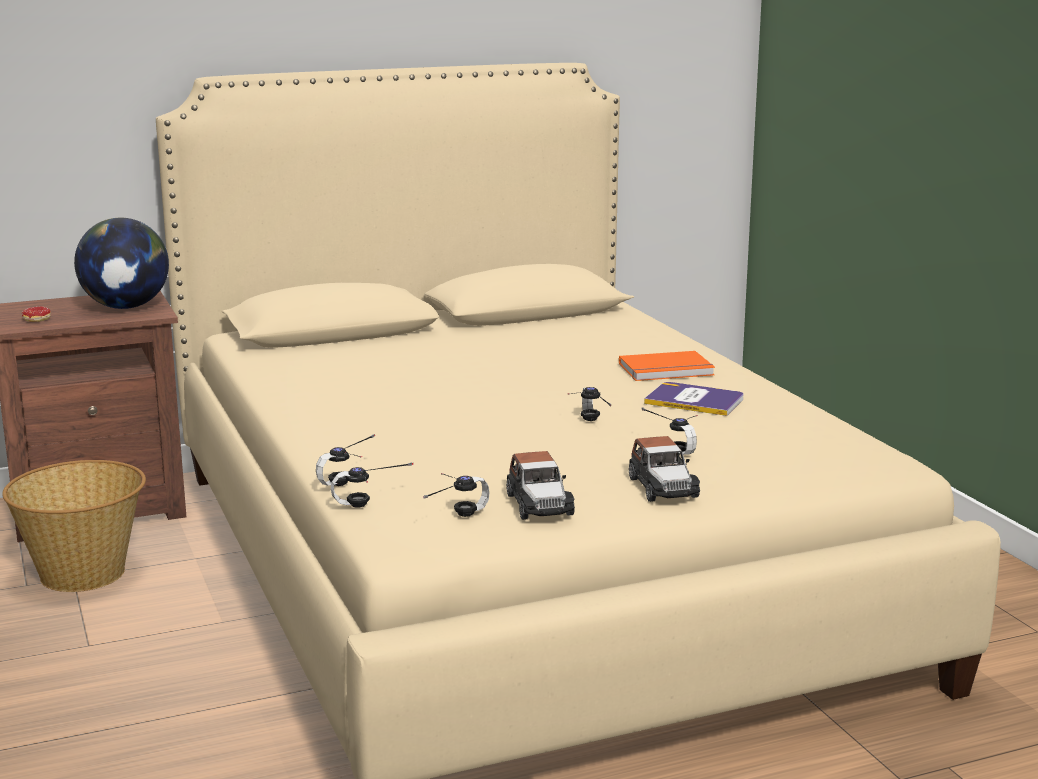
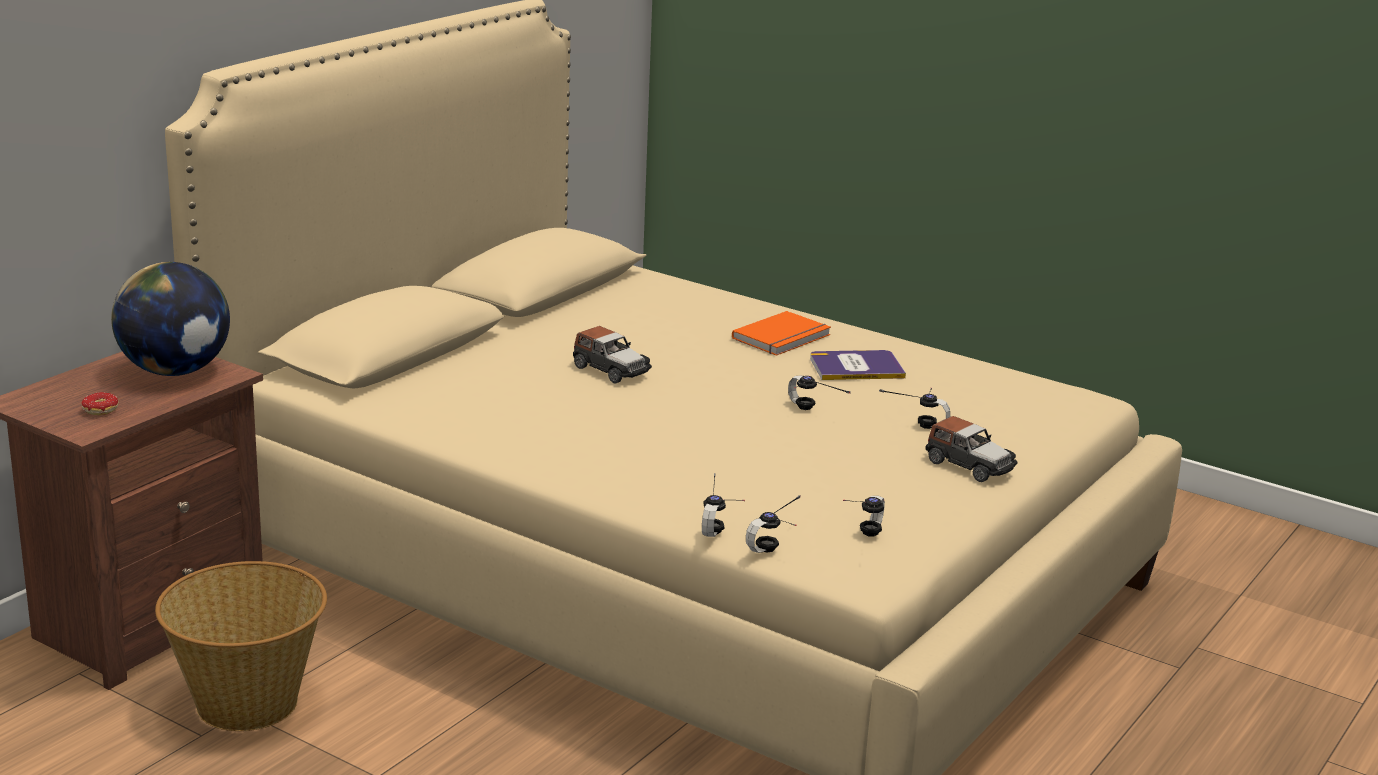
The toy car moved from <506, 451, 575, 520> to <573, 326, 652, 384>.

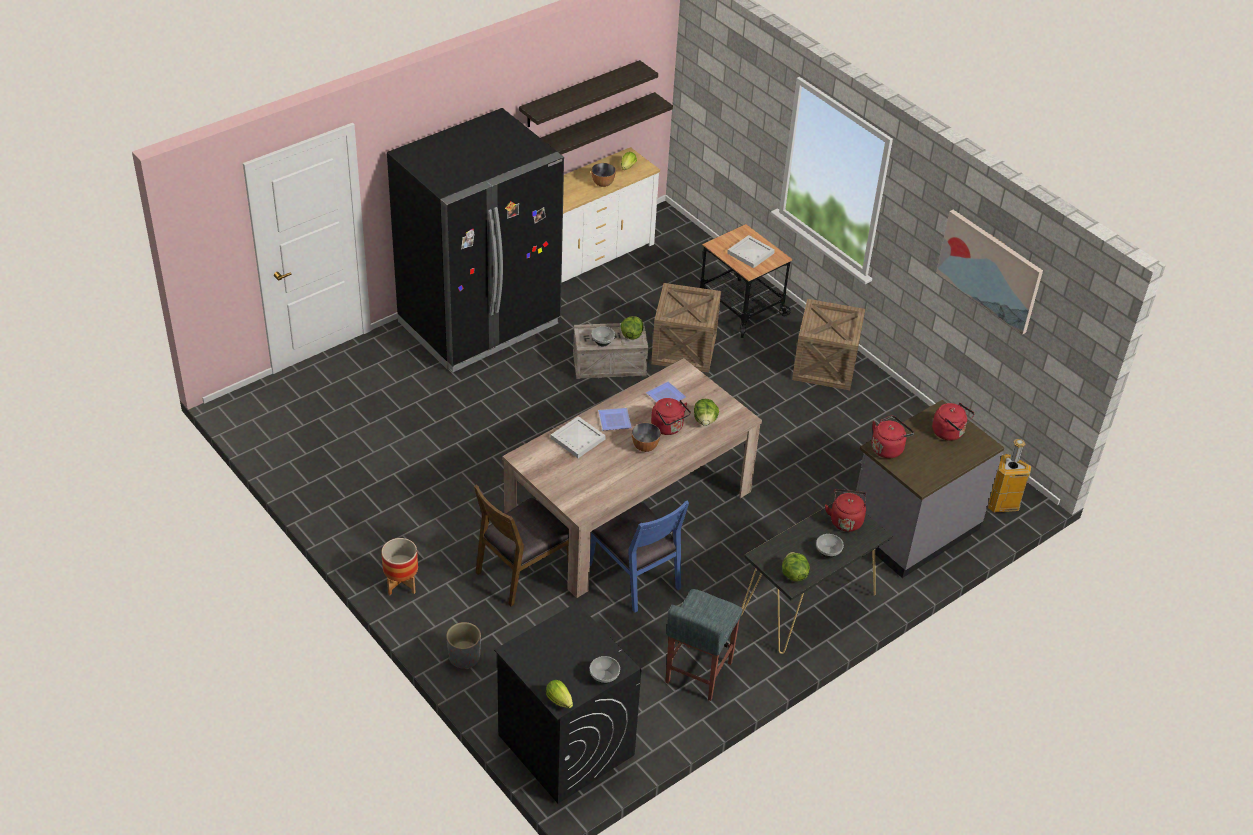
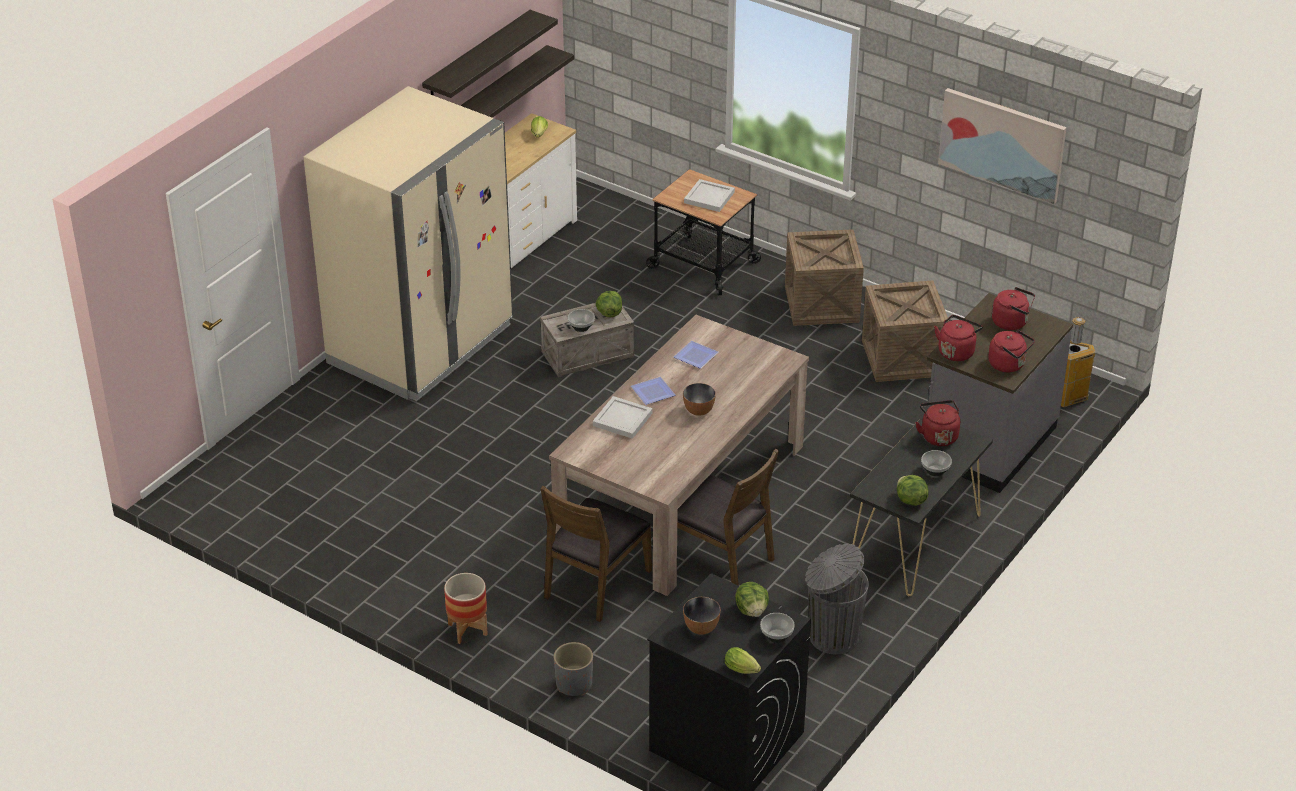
The black fridge at <387, 108, 564, 372> became the beige fridge at <303, 86, 513, 402>.
The blue chair at <590, 501, 689, 613> became the brown chair at <677, 449, 779, 586>.
The bowl moved from <591, 163, 616, 187> to <683, 597, 721, 635>.
The lettuce moved from <694, 399, 719, 426> to <735, 582, 769, 617>.
The grey stool at <666, 589, 742, 701> was replaced by the grey trash can at <805, 544, 869, 654>.
The crate moved from <651, 283, 721, 373> to <862, 280, 949, 382>.
The red kettle moved from <651, 398, 691, 435> to <988, 330, 1035, 372>.

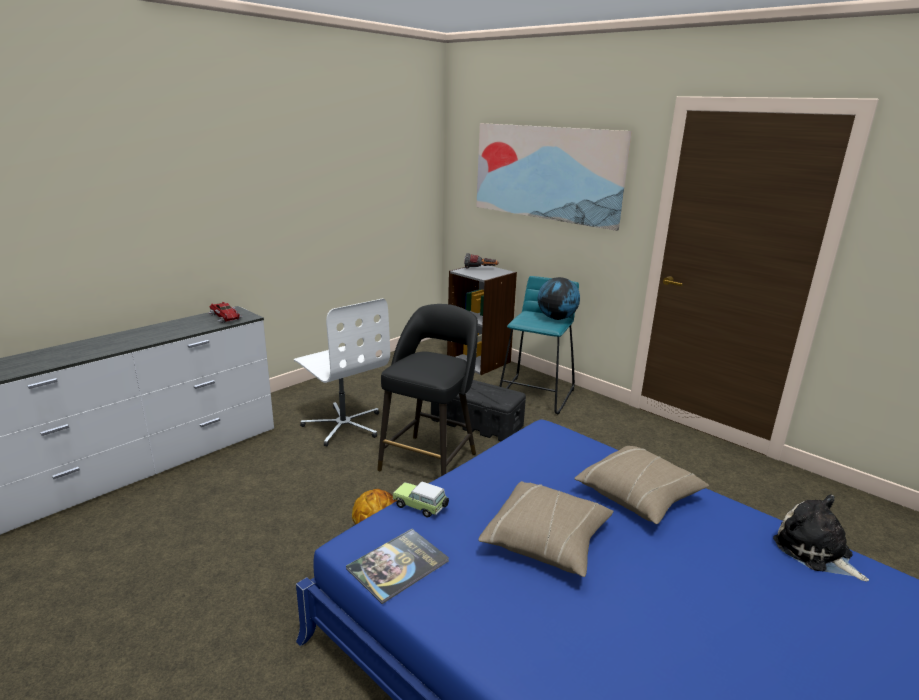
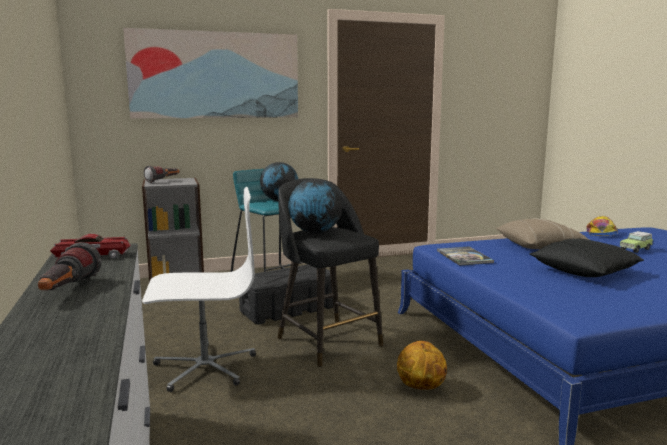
The flashlight at <38, 242, 102, 290> appeared.
The globe at <288, 179, 342, 234> appeared.
The book moved from <346, 529, 449, 604> to <437, 246, 494, 266>.
The beige pillow at <478, 481, 613, 577> became the black pillow at <530, 239, 644, 277>.
The plush toy at <773, 495, 869, 581> was replaced by the cap at <587, 216, 618, 236>.
The toy car moved from <393, 481, 449, 518> to <620, 231, 653, 253>.

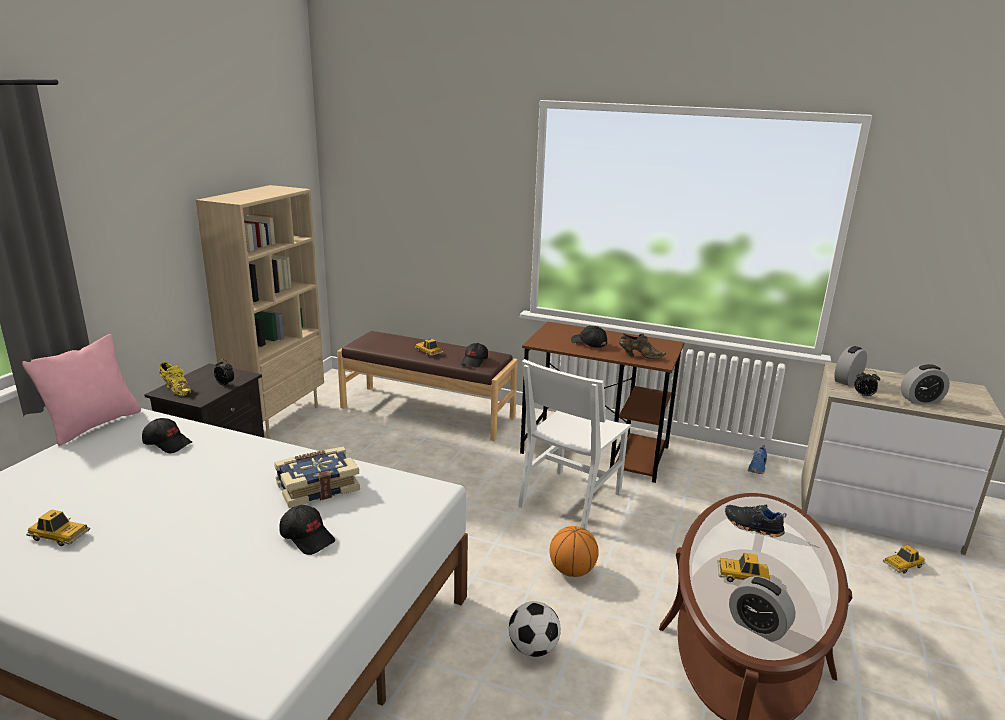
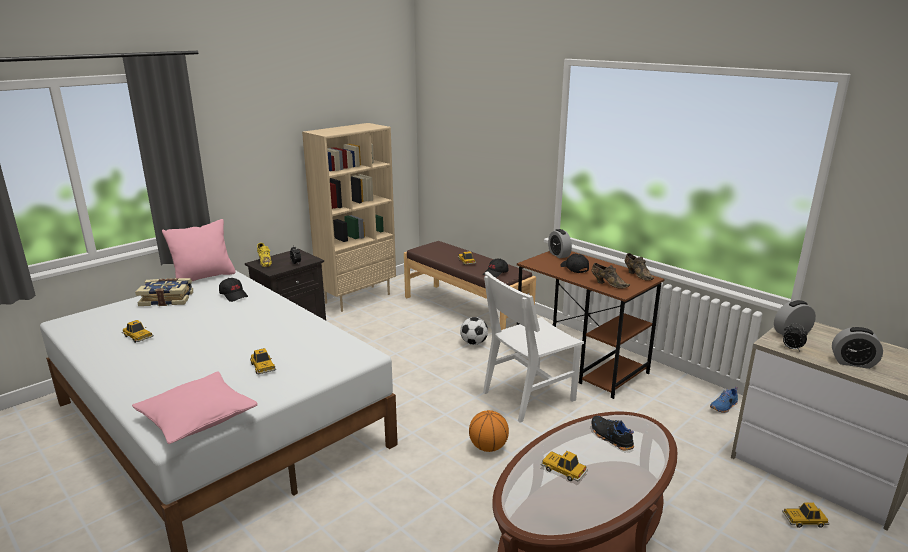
The pink pillow at <132, 371, 258, 444> appeared.
The book moved from <274, 447, 360, 508> to <135, 278, 193, 306>.
The black cap at <279, 505, 335, 555> was replaced by the toy car at <250, 348, 276, 375>.
The football moved from <509, 601, 561, 657> to <460, 317, 488, 345>.
The alarm clock moved from <729, 576, 795, 642> to <548, 229, 572, 258>.
The brown shoe at <625, 253, 654, 281> appeared.

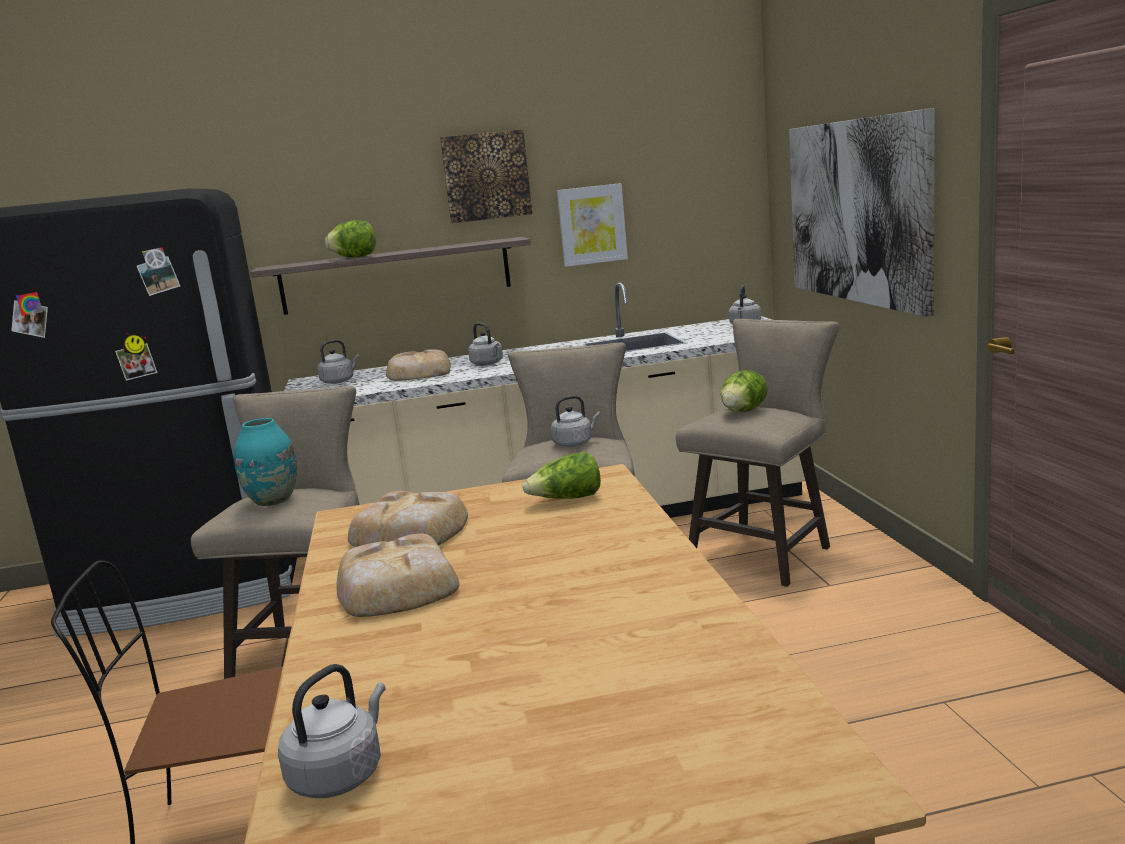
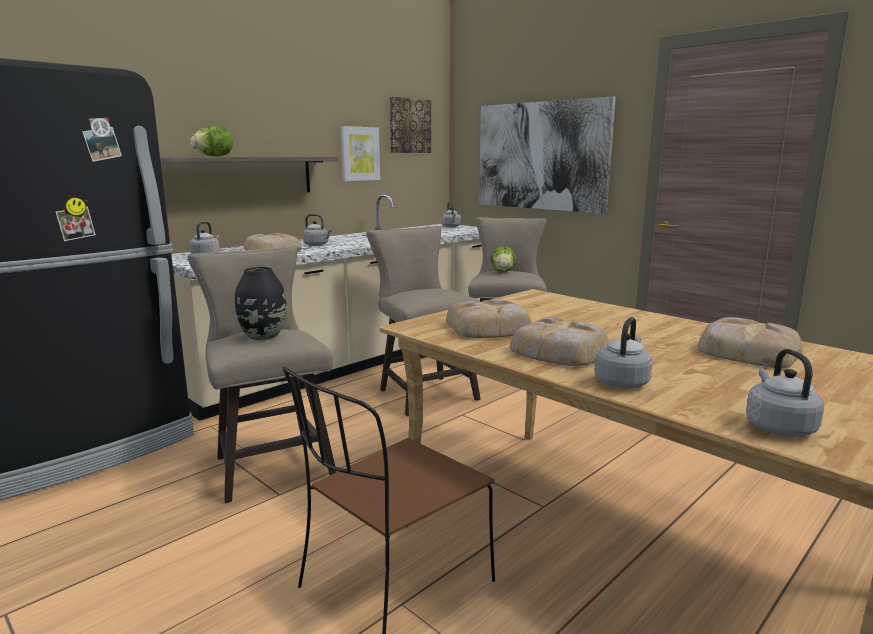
The turquoise vase at <234, 418, 297, 506> became the black vase at <235, 267, 286, 340>.
The picture moved from <440, 129, 532, 223> to <389, 97, 431, 153>.
The grey kettle moved from <551, 395, 600, 447> to <594, 317, 653, 388>.
The bread at <698, 317, 803, 368> appeared.
The lettuce at <523, 452, 601, 499> disappeared.

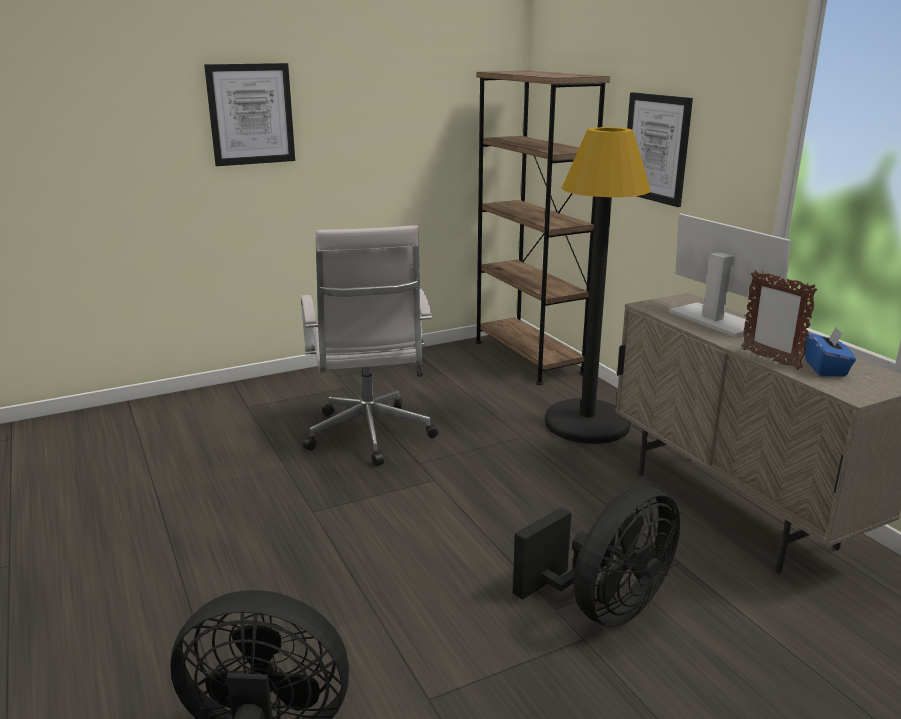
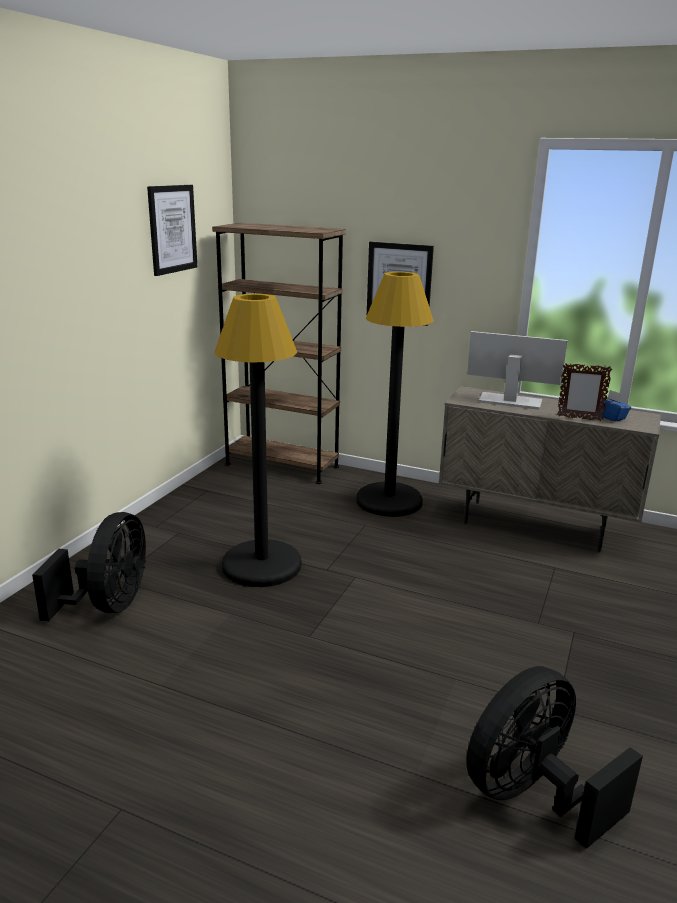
The black fan moved from <513, 486, 680, 627> to <32, 512, 146, 621>.
The picture moved from <204, 63, 295, 166> to <147, 185, 197, 276>.
The white office chair at <301, 225, 438, 466> was replaced by the black floor lamp at <214, 294, 302, 587>.

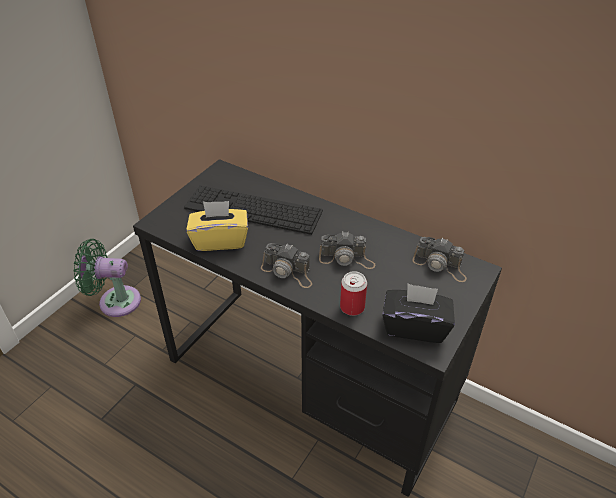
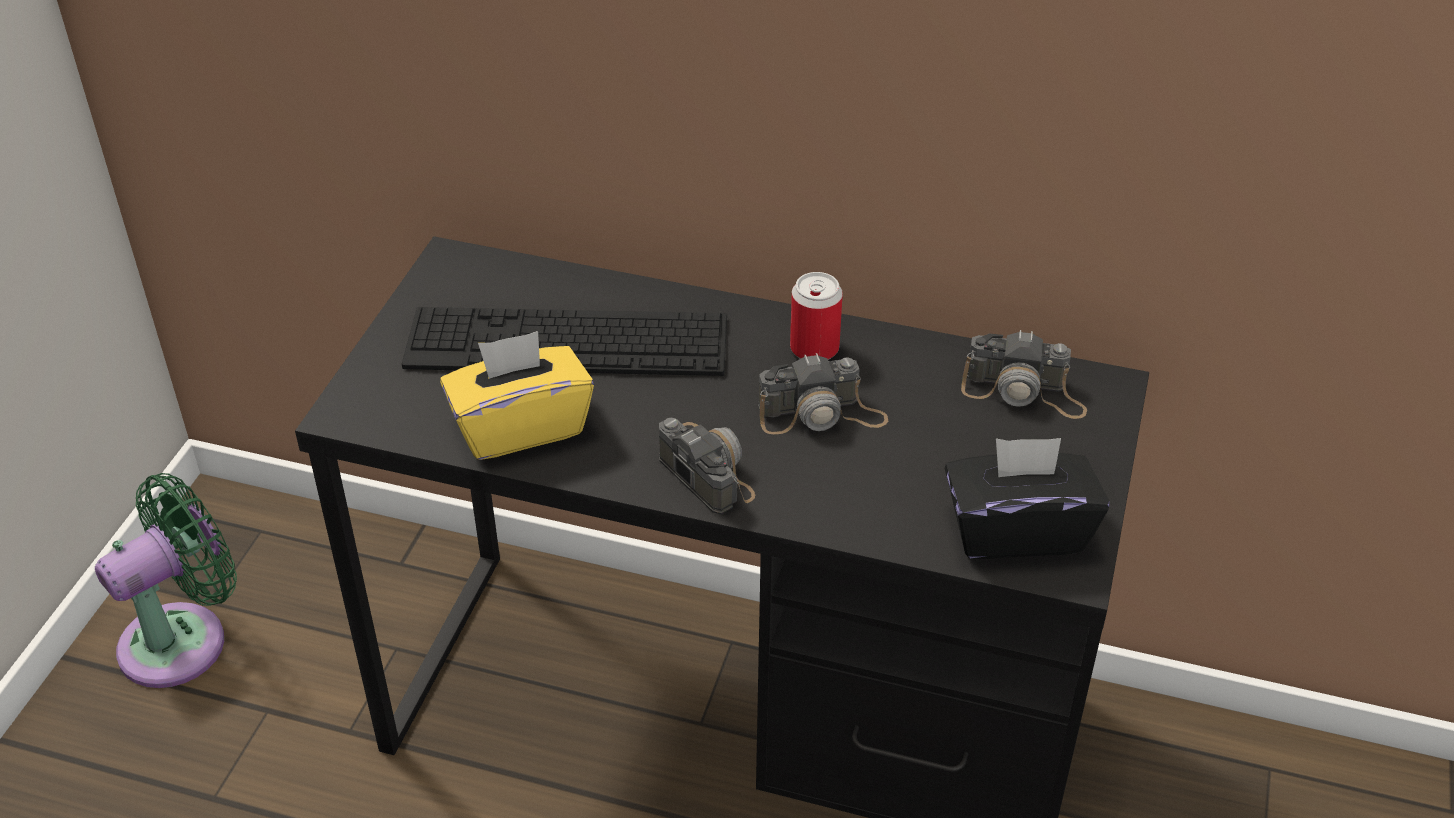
The green fan at <73, 239, 141, 317> turned 150 degrees clockwise.
The photo camera at <261, 243, 312, 288> turned 135 degrees counterclockwise.
The can moved from <340, 271, 367, 316> to <790, 272, 843, 360>.

